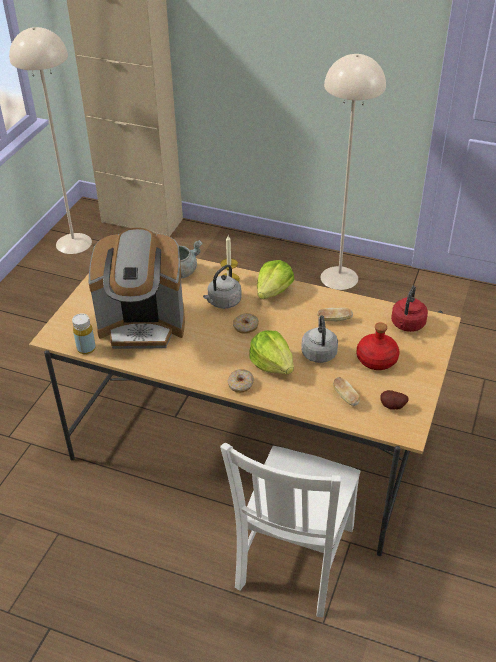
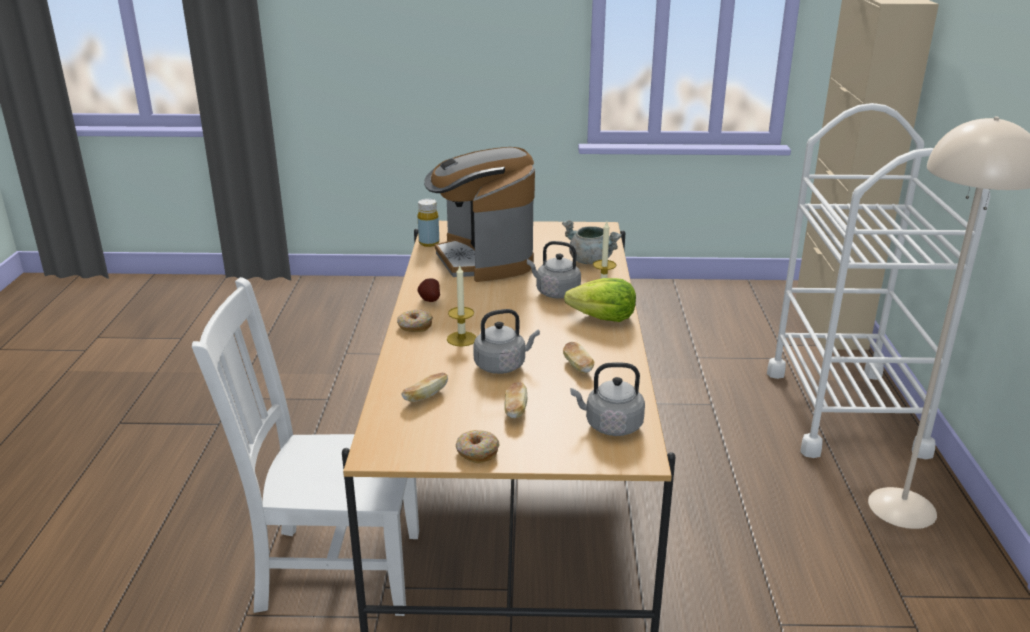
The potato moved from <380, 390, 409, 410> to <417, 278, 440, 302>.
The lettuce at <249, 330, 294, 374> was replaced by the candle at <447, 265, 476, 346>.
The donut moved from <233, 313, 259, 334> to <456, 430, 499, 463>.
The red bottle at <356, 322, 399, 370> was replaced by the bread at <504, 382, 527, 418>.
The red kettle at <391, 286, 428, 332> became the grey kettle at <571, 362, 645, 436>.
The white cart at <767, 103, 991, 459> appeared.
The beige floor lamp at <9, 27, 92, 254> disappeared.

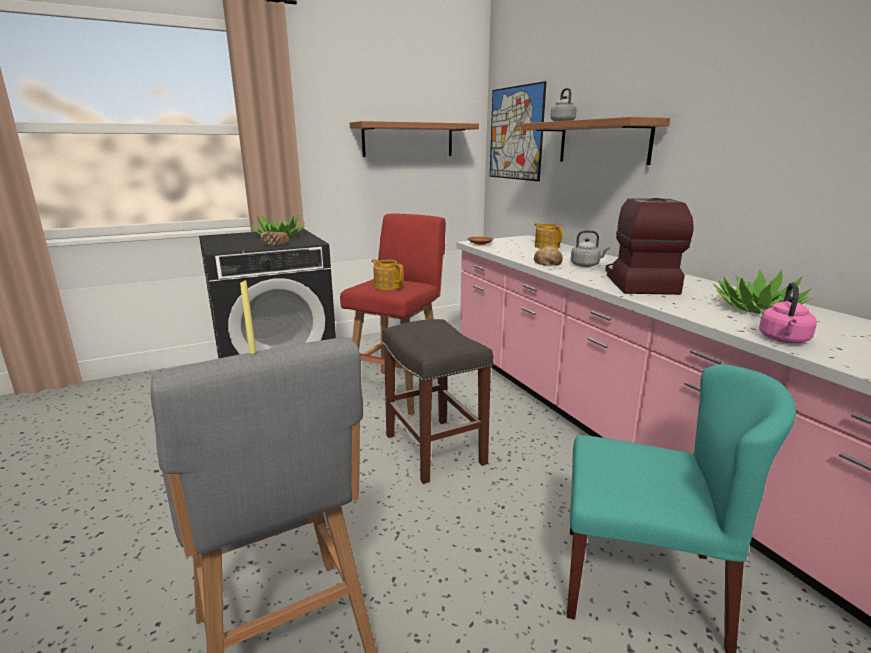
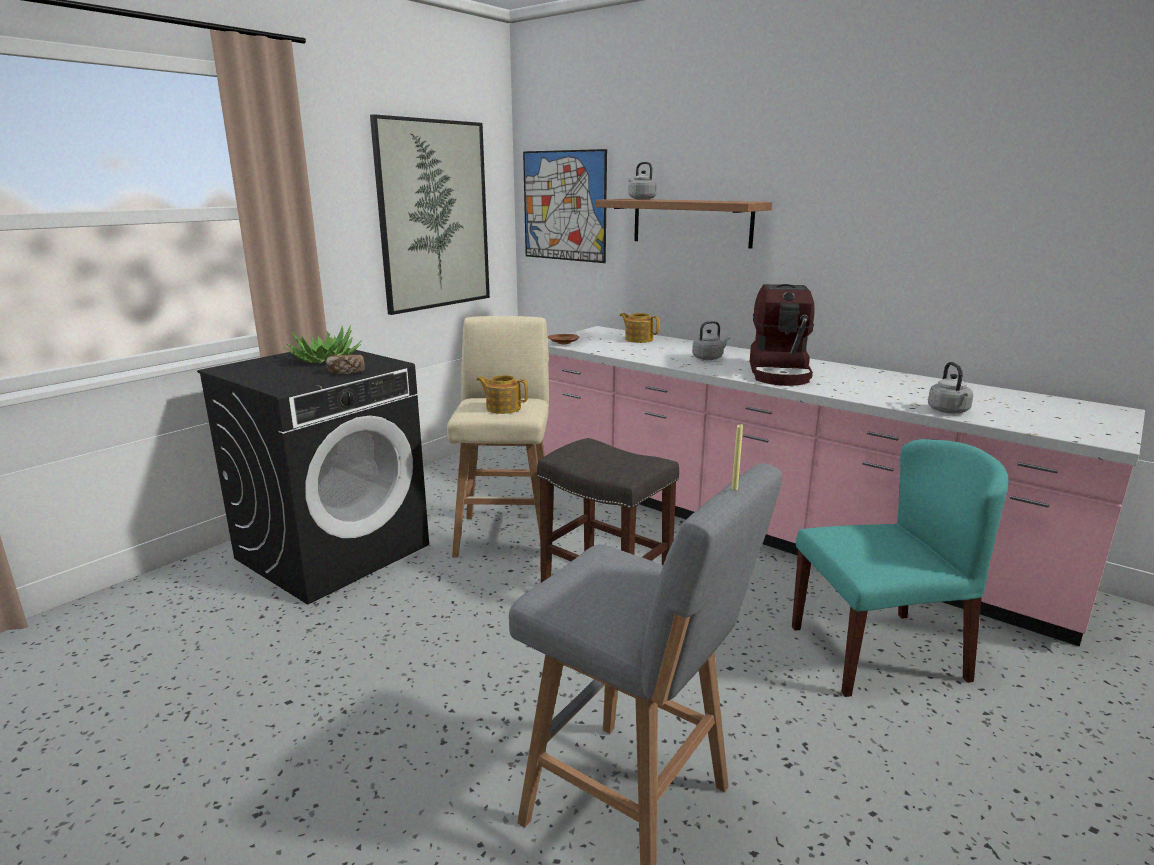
The shelf at <350, 121, 479, 157> was replaced by the picture at <370, 114, 490, 315>.
The red stool at <340, 214, 446, 415> became the beige stool at <447, 316, 554, 558>.
The coffee machine at <605, 198, 693, 295> turned 150 degrees counterclockwise.
The pink kettle at <759, 283, 817, 343> became the grey kettle at <928, 362, 973, 414>.
The bread at <534, 246, 563, 266> disappeared.
The potted plant at <713, 270, 814, 314> disappeared.

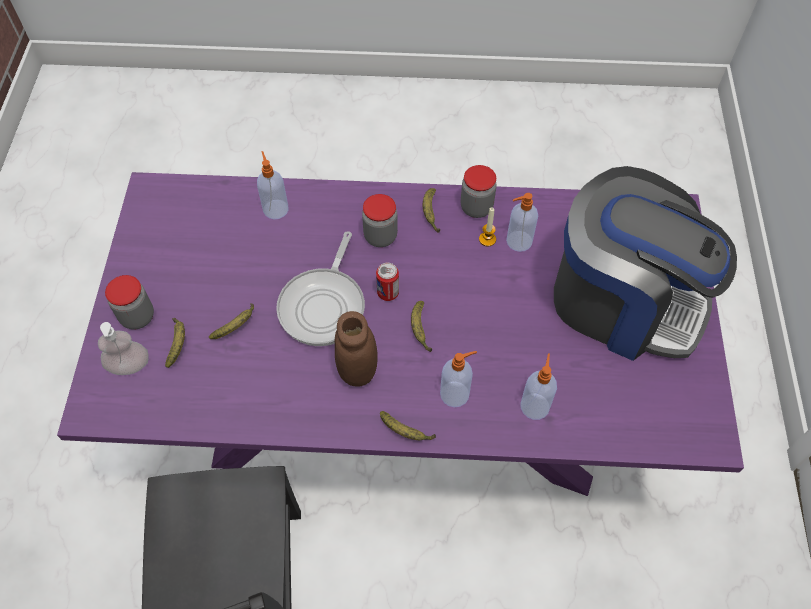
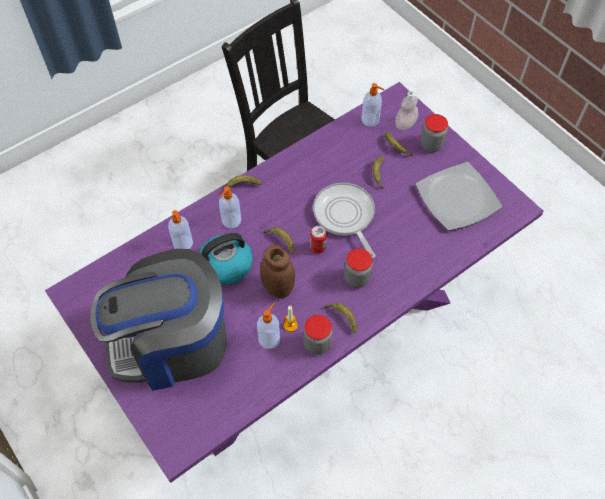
The kettle at <199, 233, 253, 285> appeared.
The brown jar moved from <335, 311, 378, 387> to <260, 245, 295, 299>.
The soap dispenser moved from <257, 151, 289, 219> to <361, 83, 384, 127>.
The plate at <416, 162, 502, 231> appeared.

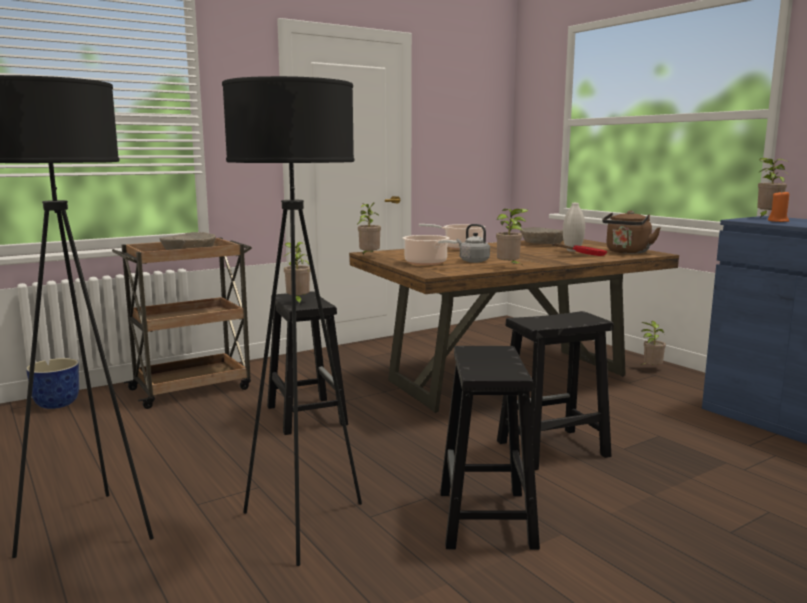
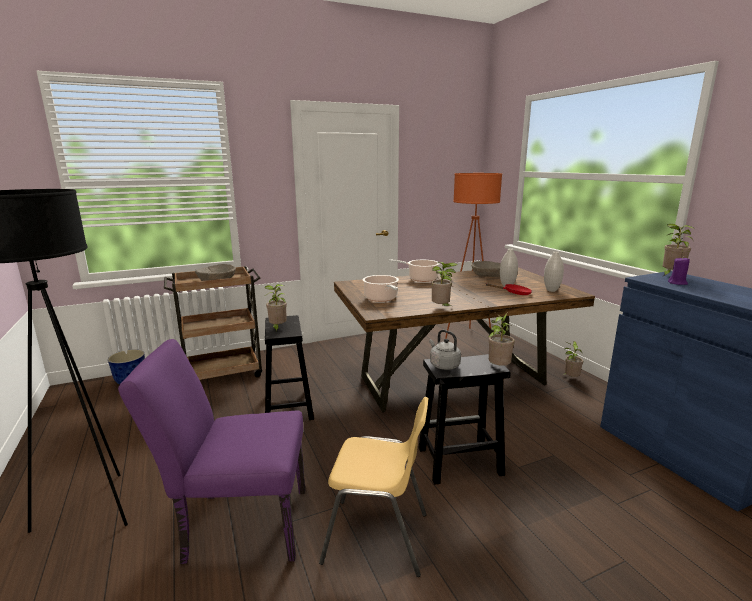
The black floor lamp at <222, 76, 362, 566> was replaced by the purple chair at <118, 339, 305, 564>.
The black stool at <440, 346, 540, 550> was replaced by the yellow chair at <319, 397, 428, 577>.
The grey kettle moved from <456, 224, 490, 263> to <429, 330, 461, 370>.
The orange floor lamp at <445, 173, 502, 339> appeared.
The potted plant moved from <357, 202, 381, 255> to <488, 313, 515, 365>.
The brown kettle at <602, 211, 661, 254> was replaced by the white vase at <544, 251, 564, 292>.
The orange candle at <768, 191, 789, 222> became the purple candle at <668, 257, 690, 285>.

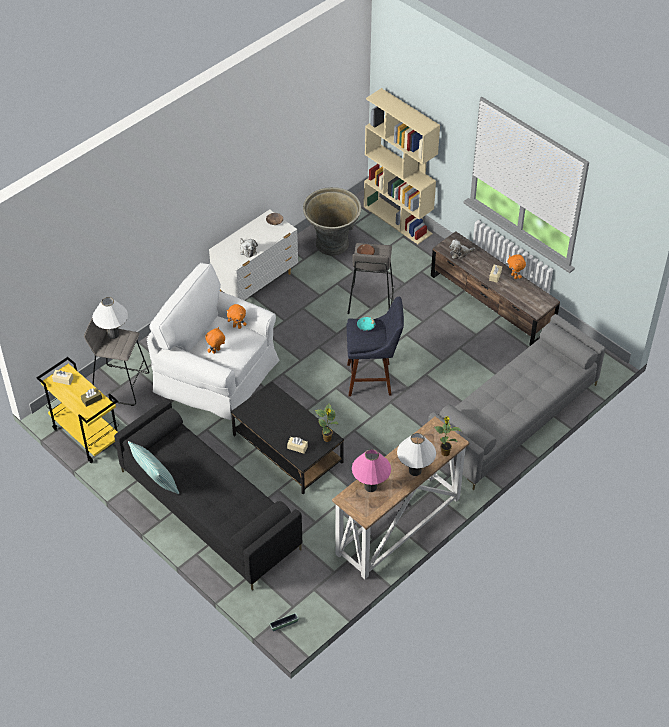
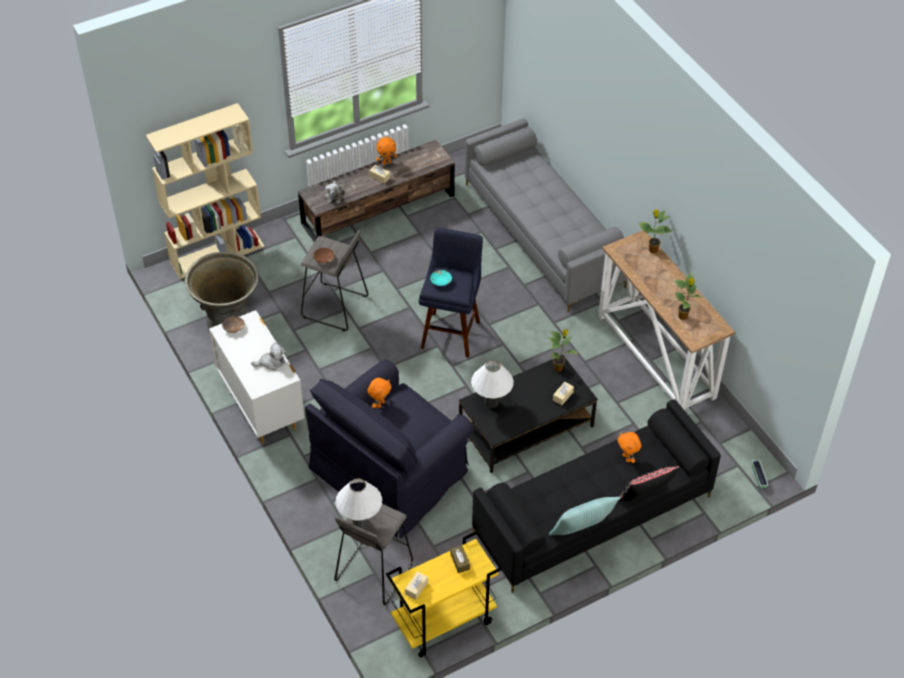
The white armchair at <147, 263, 279, 420> became the black armchair at <305, 359, 474, 538>.
The white table lamp moved from <397, 433, 436, 476> to <471, 360, 514, 408>.
The orange plush toy moved from <205, 327, 225, 354> to <618, 432, 641, 463>.
The black pillow at <618, 466, 681, 502> appeared.
The pink table lamp at <352, 449, 391, 492> was replaced by the potted plant at <674, 273, 701, 320>.

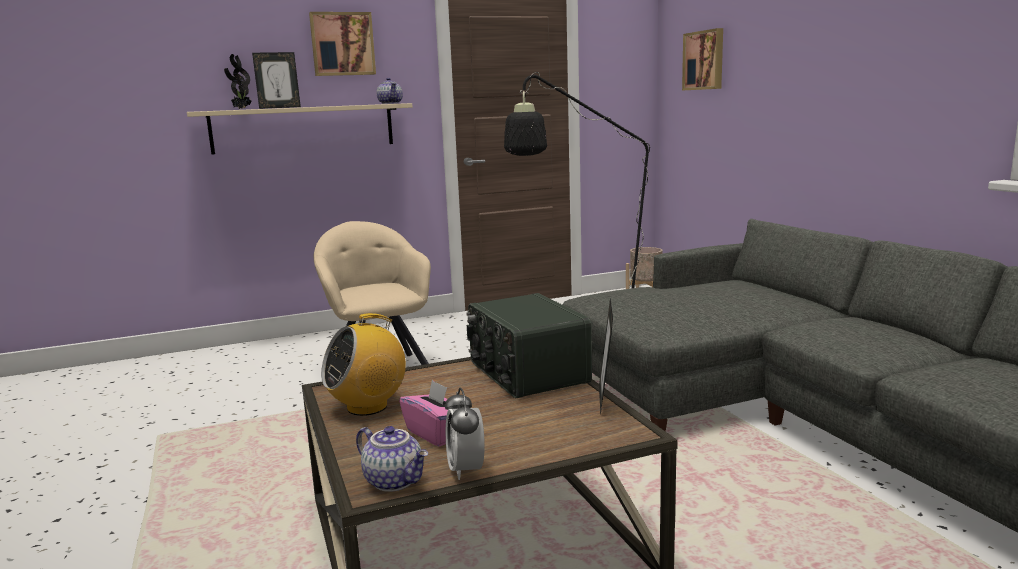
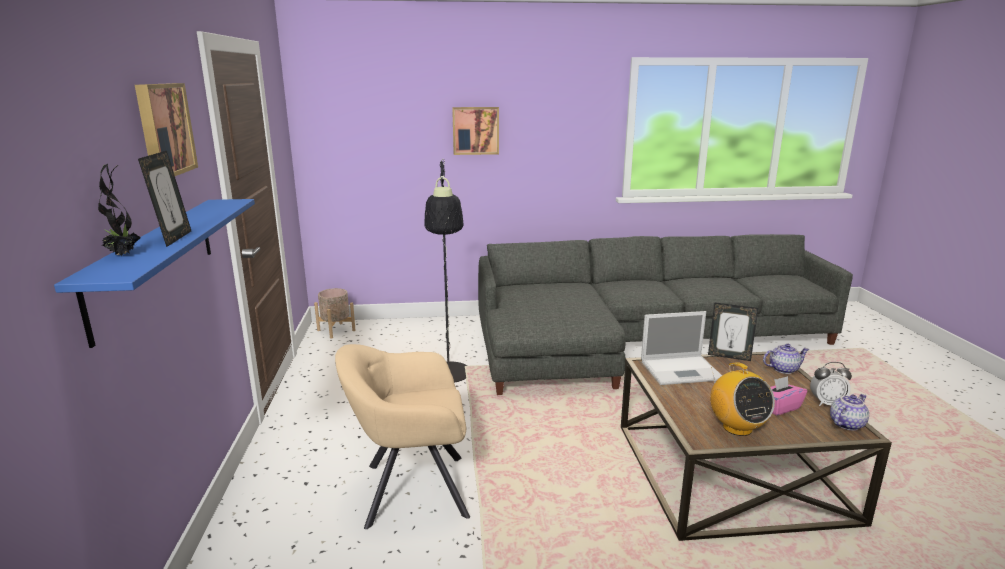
The beige shelf at <187, 103, 413, 155> became the blue shelf at <54, 199, 255, 348>.
The picture moved from <682, 28, 723, 90> to <452, 107, 499, 155>.
The radio at <466, 293, 592, 398> was replaced by the laptop at <641, 311, 722, 385>.
The teapot moved from <377, 78, 403, 104> to <763, 344, 809, 374>.

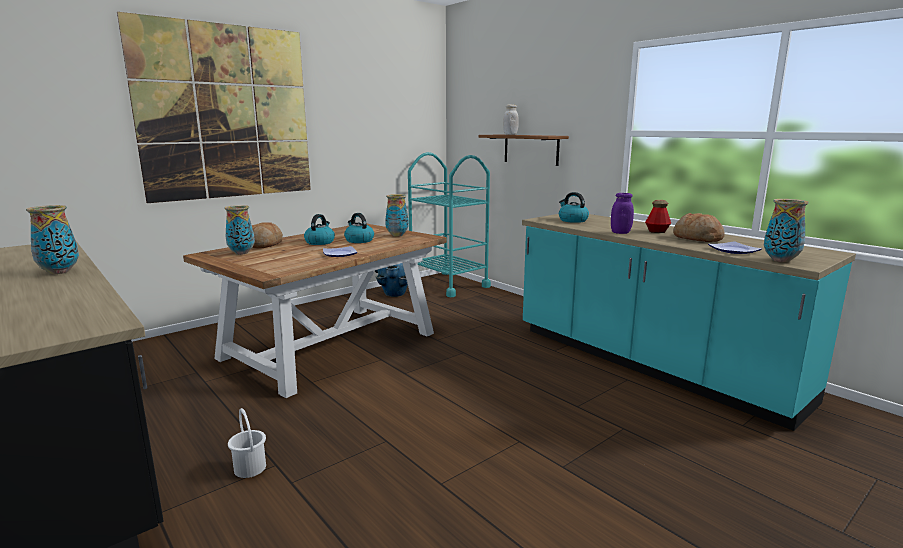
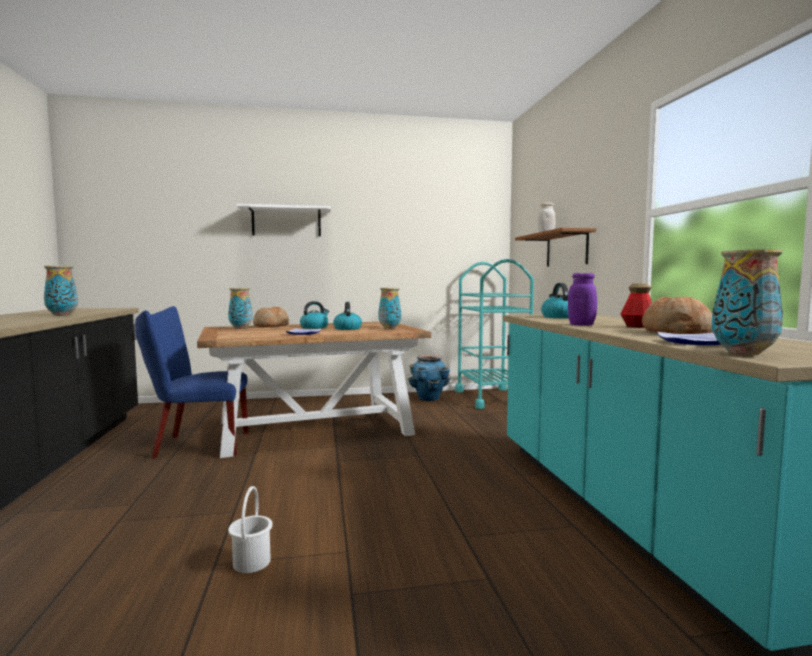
The blue chair at <135, 306, 249, 458> appeared.
The white bucket moved from <228, 408, 266, 478> to <228, 486, 273, 573>.
The picture at <117, 12, 311, 203> was replaced by the white shelf at <236, 204, 331, 236>.

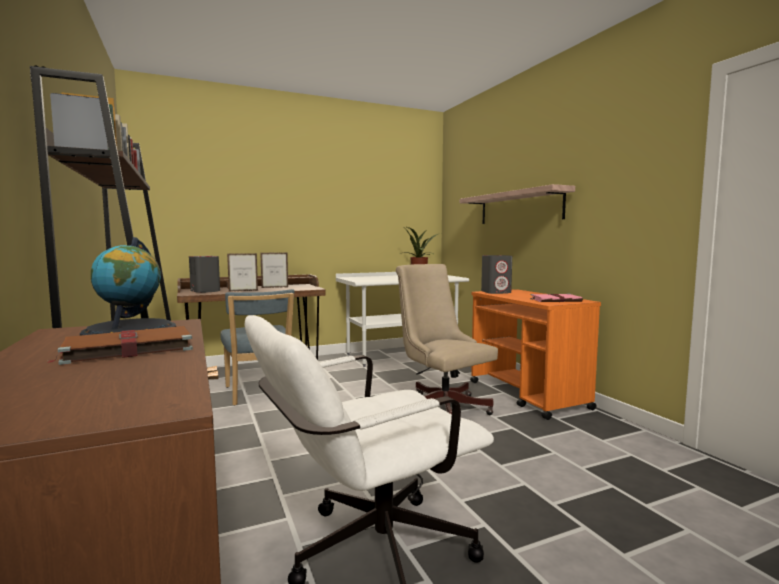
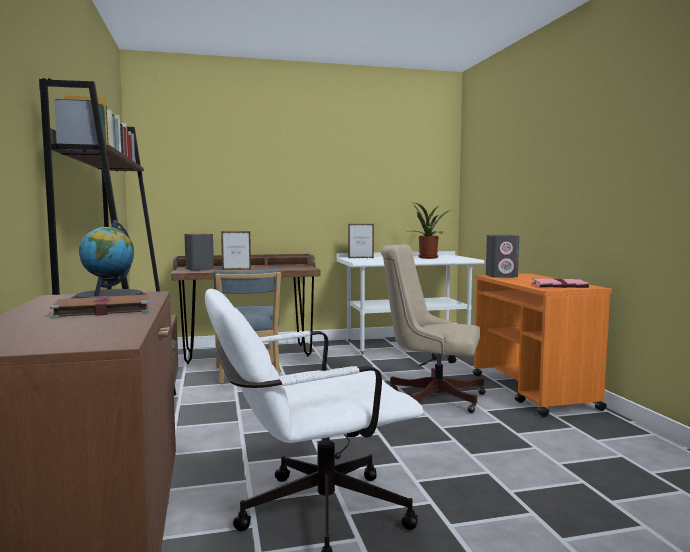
The picture frame moved from <260, 252, 288, 288> to <348, 224, 374, 258>.
The beige office chair at <396, 264, 498, 415> turned 45 degrees counterclockwise.
The shelf at <460, 184, 575, 224> disappeared.

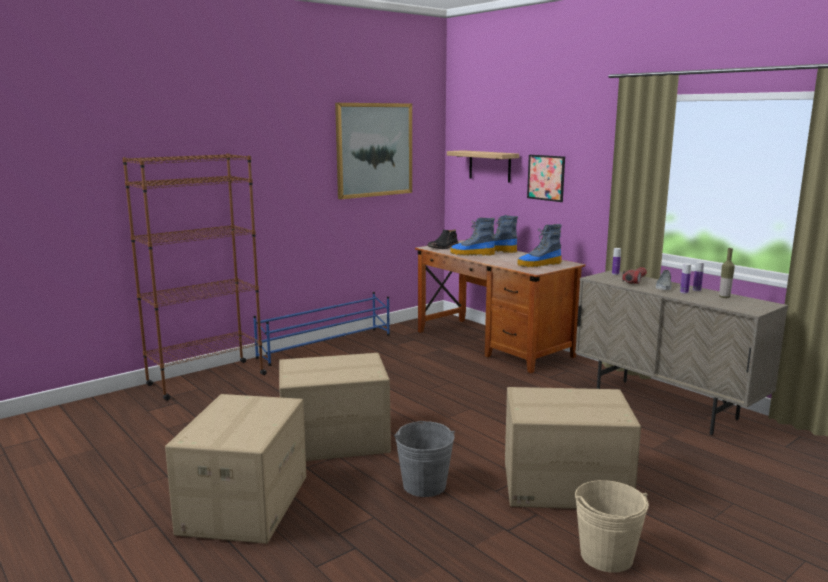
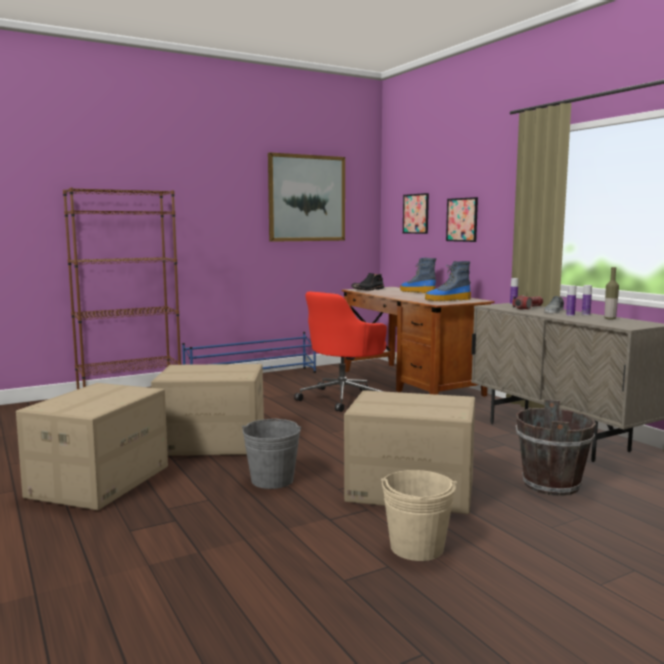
The red office chair at <294, 292, 387, 412> appeared.
The shelf at <447, 150, 519, 182> was replaced by the picture at <403, 193, 429, 234>.
The brown bucket at <516, 400, 596, 496> appeared.
The boot at <450, 217, 495, 256> disappeared.

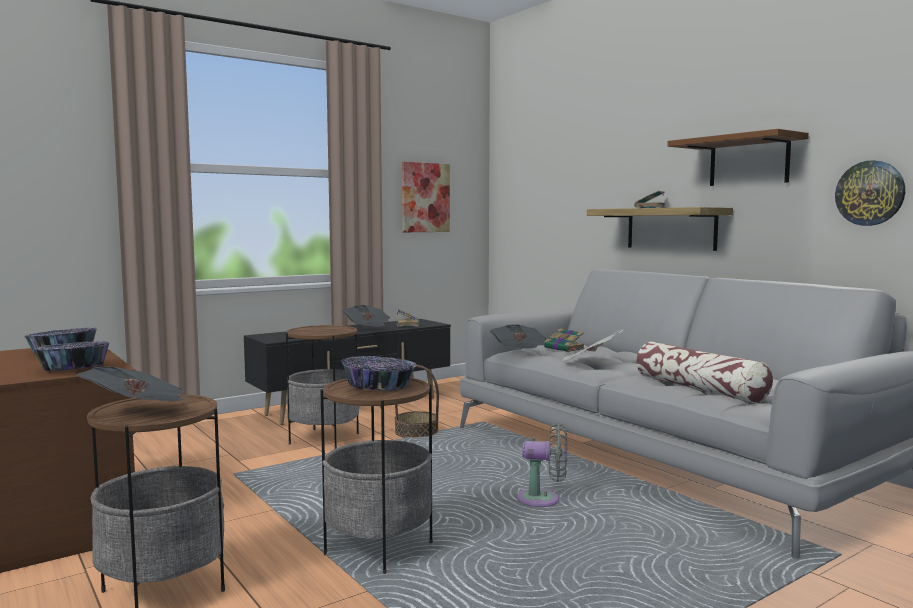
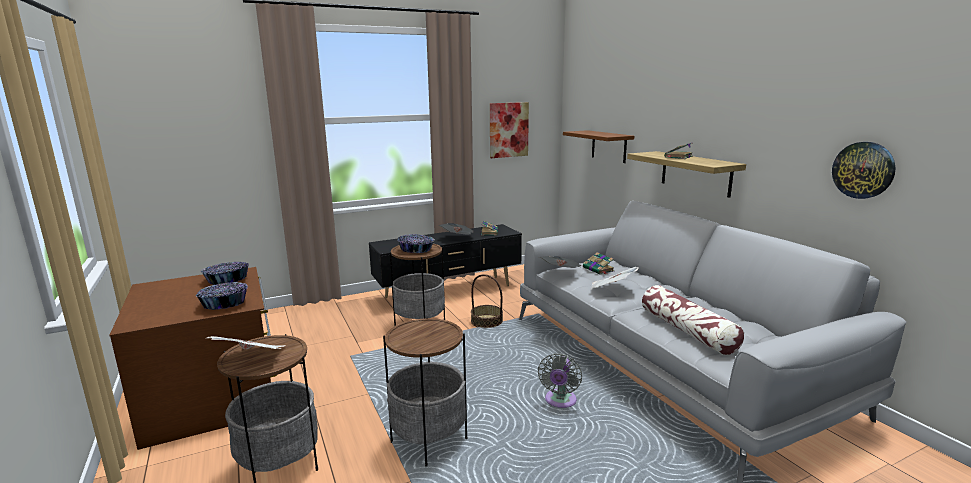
The bowl moved from <341, 356, 417, 391> to <398, 234, 435, 253>.
The grey fan at <517, 423, 567, 507> turned 90 degrees clockwise.
The brown shelf moved from <667, 129, 809, 186> to <563, 130, 634, 163>.

